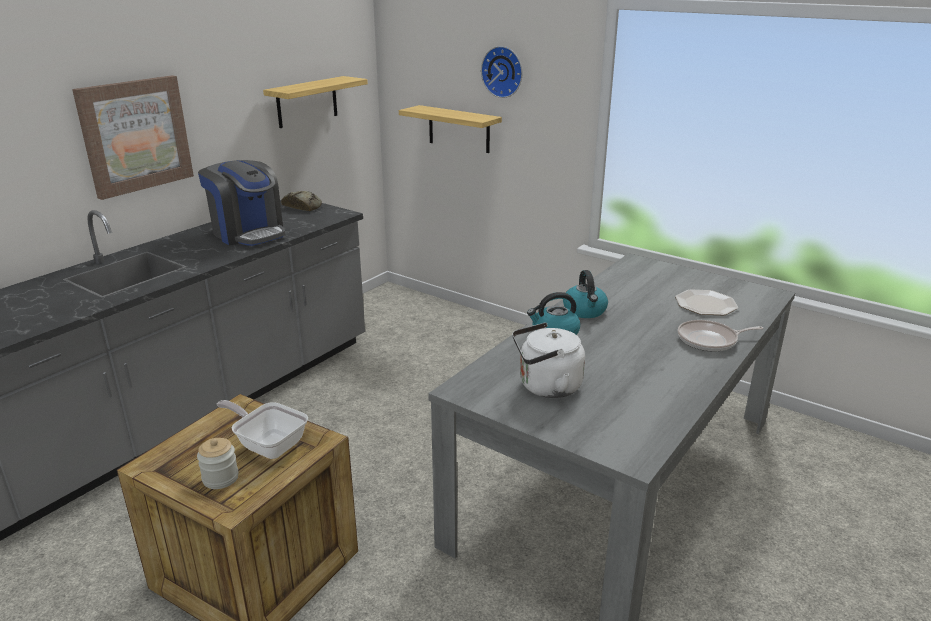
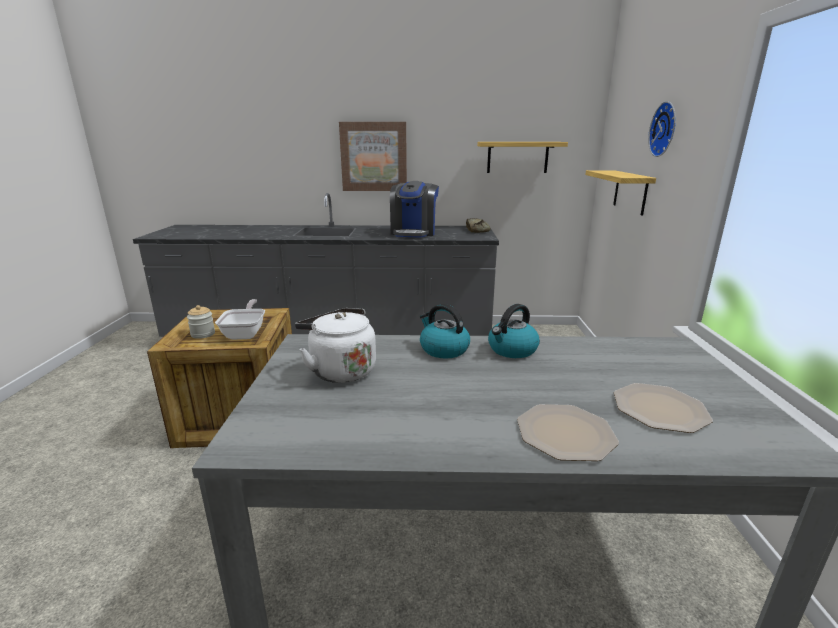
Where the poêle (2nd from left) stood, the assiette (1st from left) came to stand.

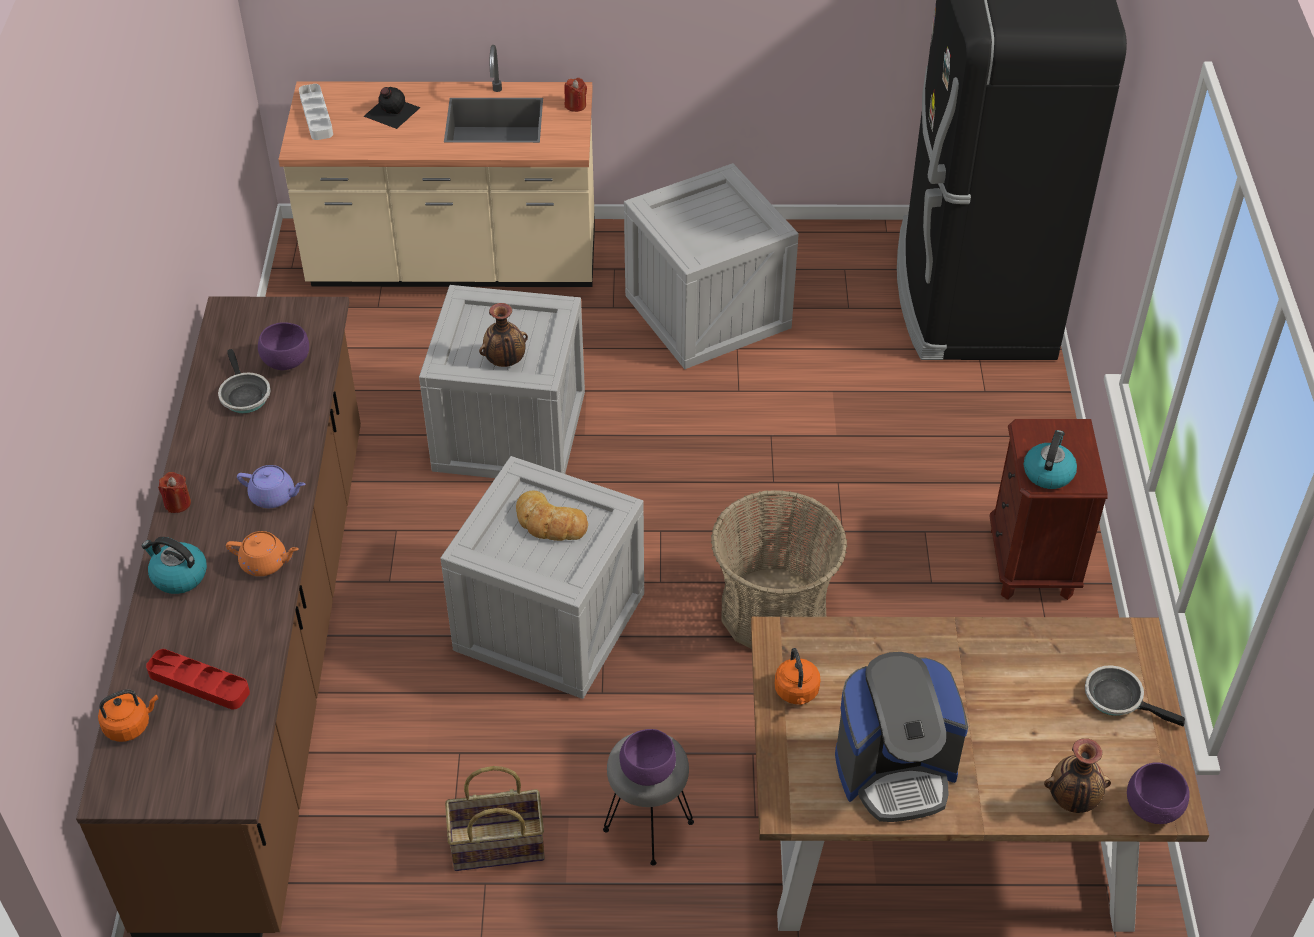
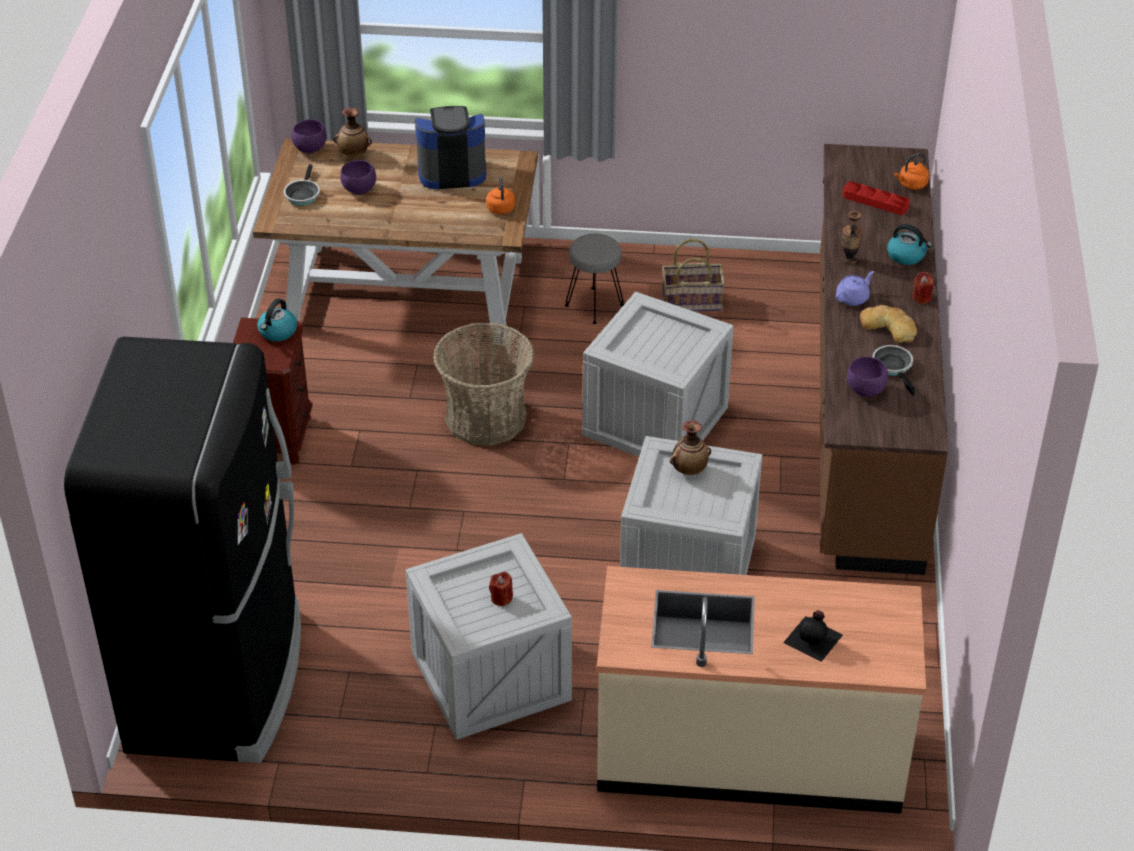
The bougie [rouge] (2nd from left in the first image) ended up elsewhere. The second view lost the plateau [blanc]. The théière [violet] ended up facing another way, 120 degrees clockwise from before. The pain ended up elsewhere. Where the théière [orange] stood, the vase (3rd from left) came to stand. The poêle (2nd from left in the first image) ended up facing another way, 60 degrees clockwise from before. The bol [violet] (2nd from left) ended up elsewhere.

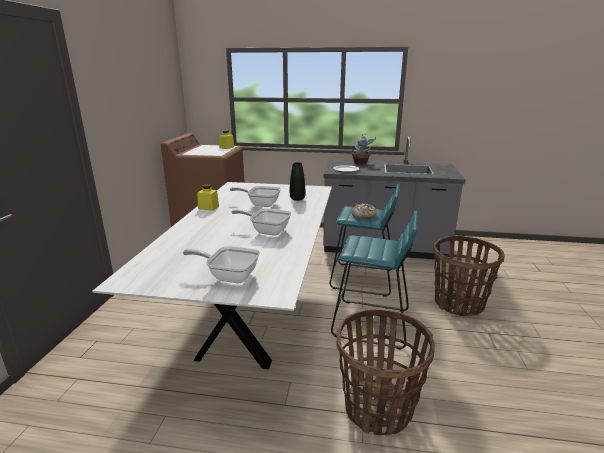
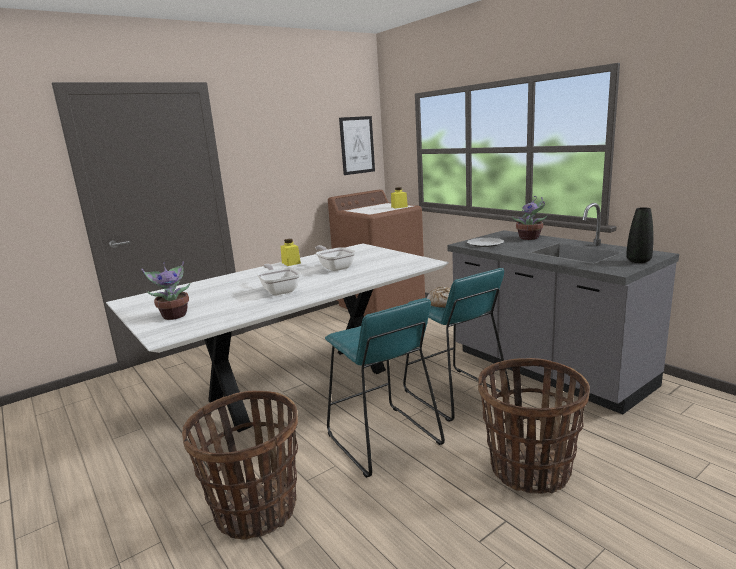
The vase [noir] ended up elsewhere. Where the poêle (1st from left) stood, the plante en pot (1st from left) came to stand. The second view gained the tableau.

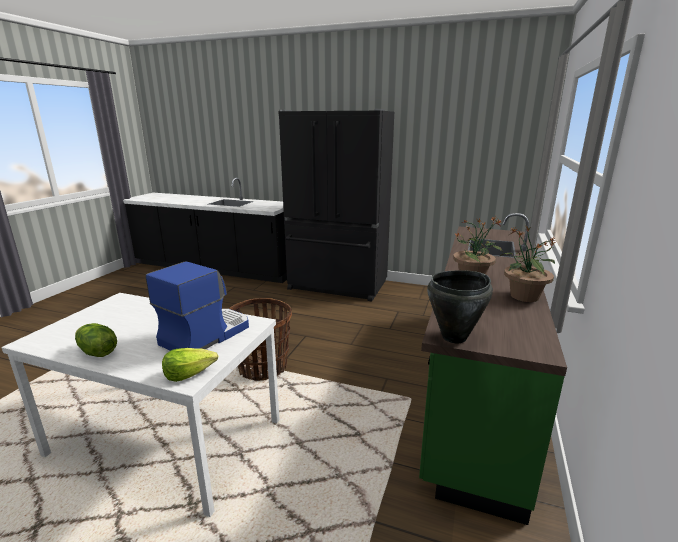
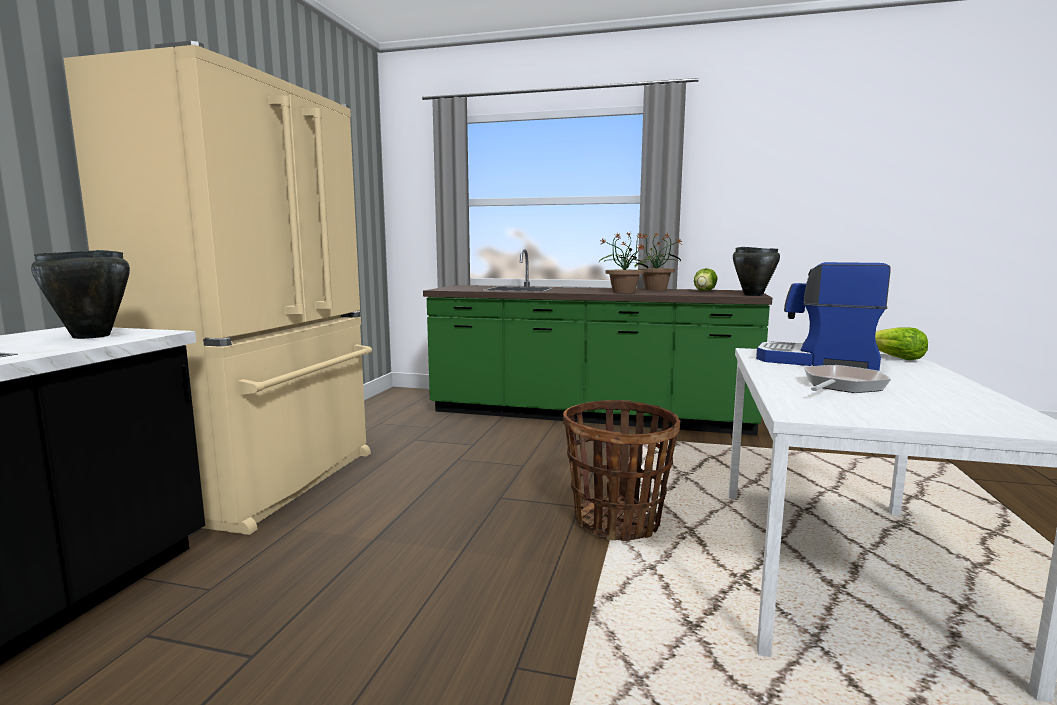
What was the réfrigérateur [noir] turned into the réfrigérateur [beige]. The laitue (1st from left) ended up elsewhere. The second view gained the marmite [noir] (1st from left). The second view gained the poêle.

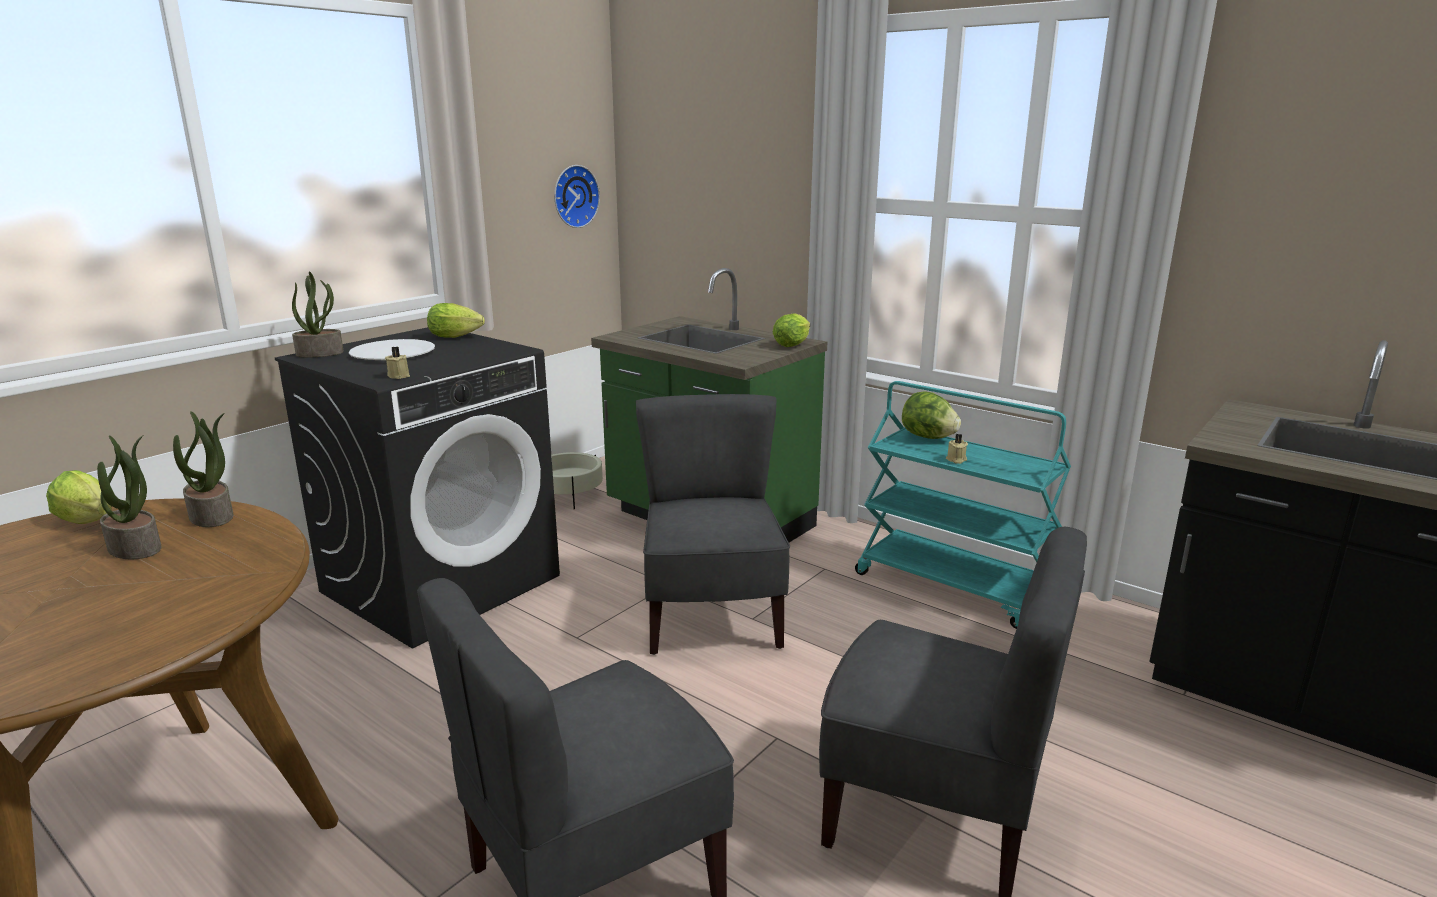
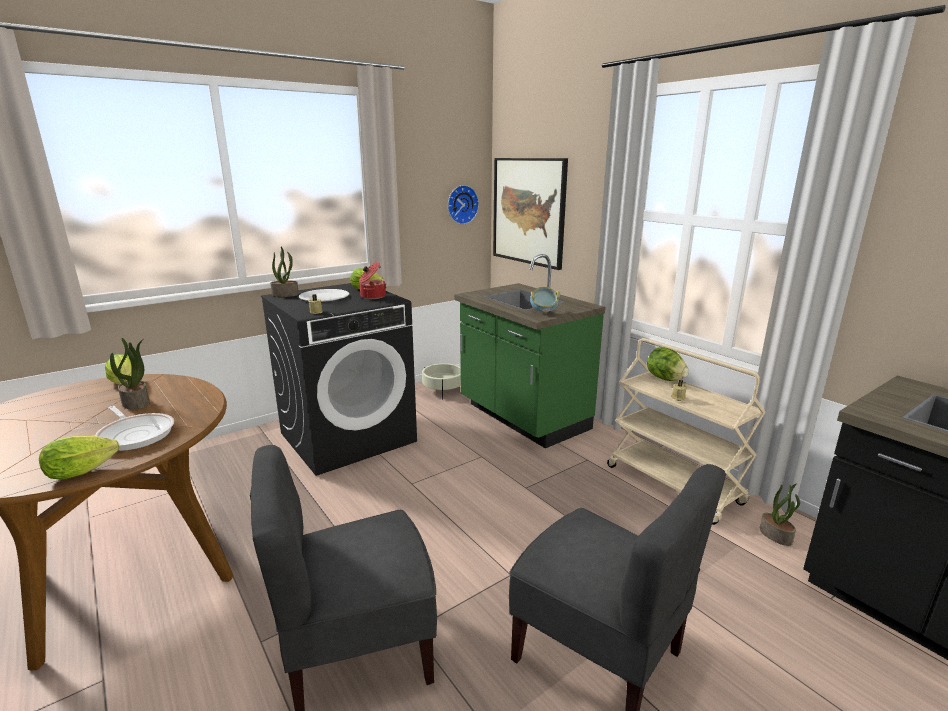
The laitue (3rd from left in the first image) ended up elsewhere. What was the chariot [turquoise] turned into the chariot [beige]. The second view lost the chaise [gris] (2nd from left). The plante en pot (2nd from left in the first image) ended up elsewhere. The second view gained the tableau. The second view gained the marmite. The second view gained the bol. The second view gained the poêle.

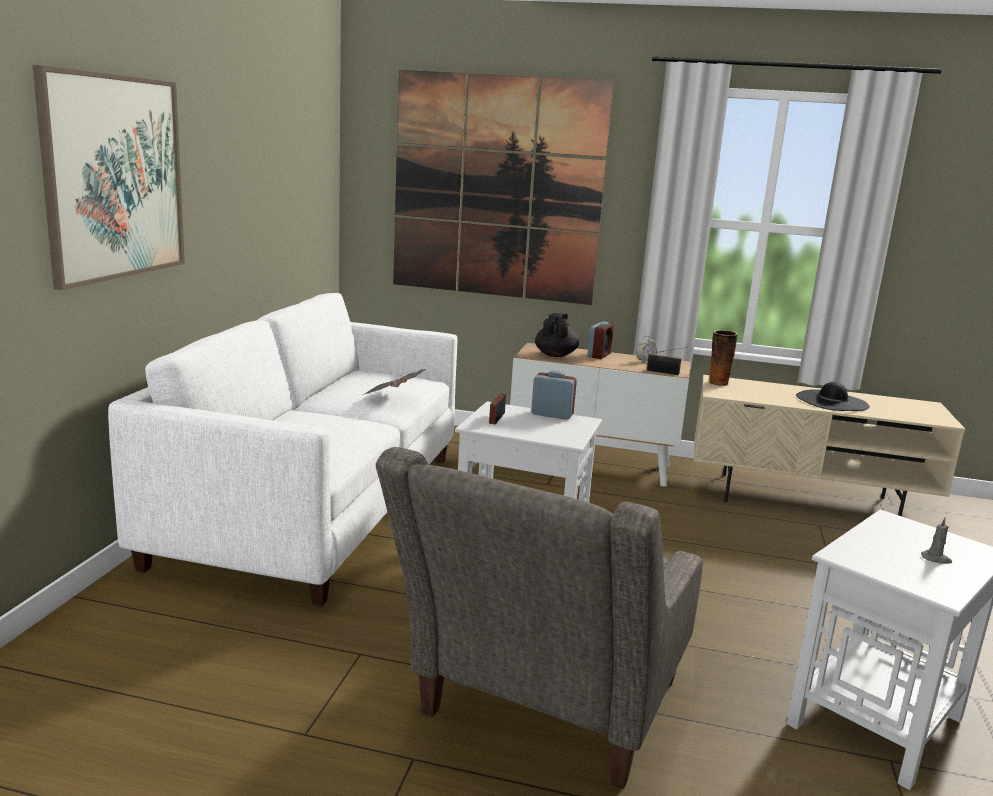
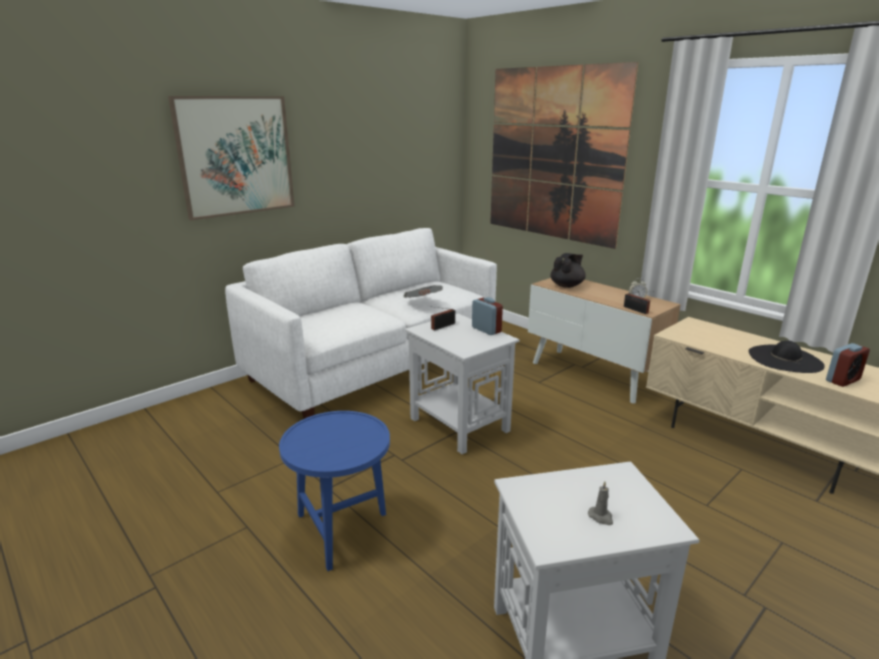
The réveil (2nd from left in the first image) ended up elsewhere. The second view lost the vase. Where the fauteuil [gris] stood, the table d'appoint [bleu] came to stand.

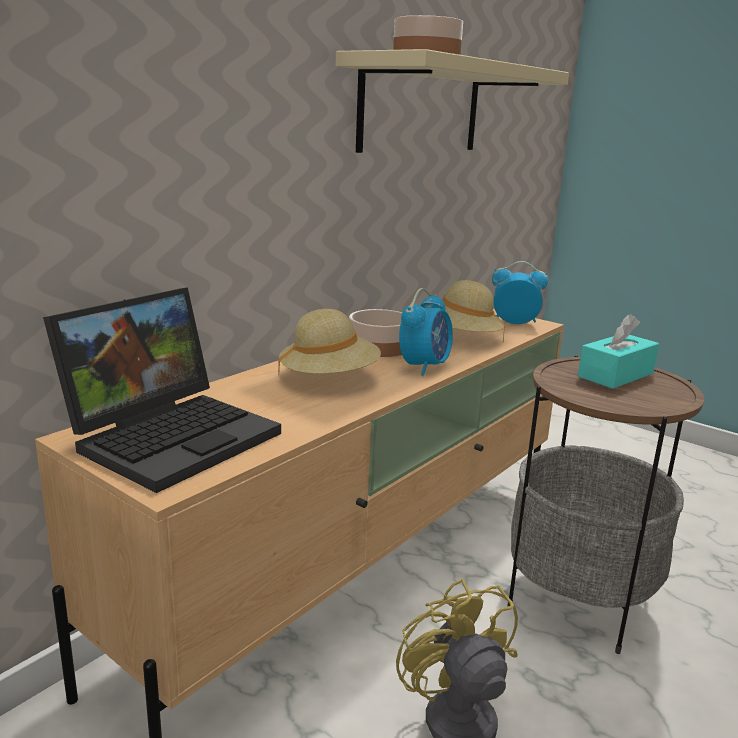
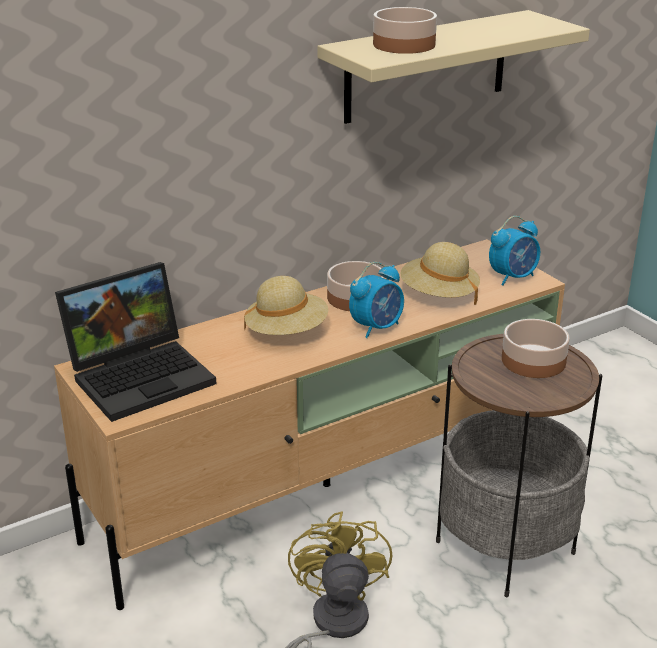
The réveil (2nd from left) ended up facing another way, 120 degrees clockwise from before. Where the boîte à mouchoirs [turquoise] stood, the bol (3rd from left) came to stand.

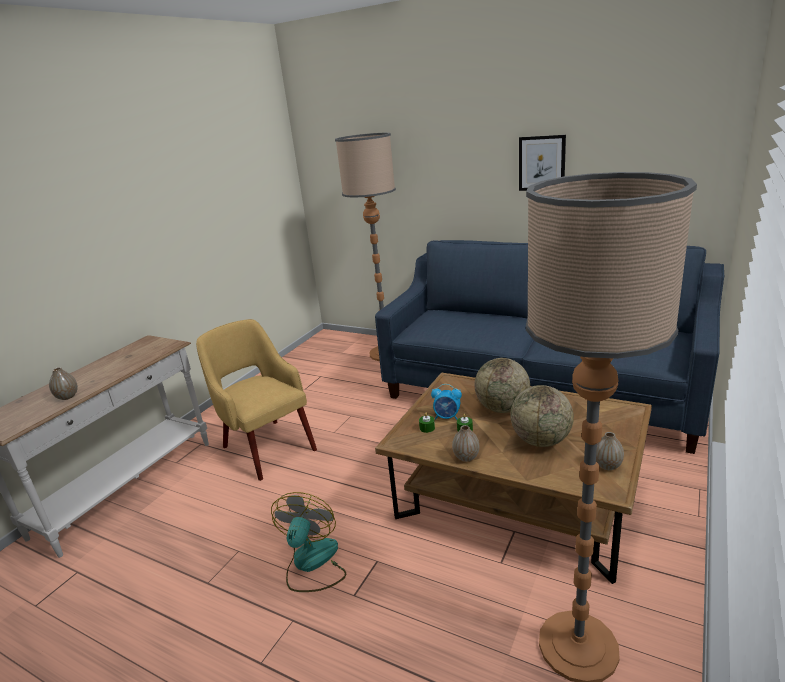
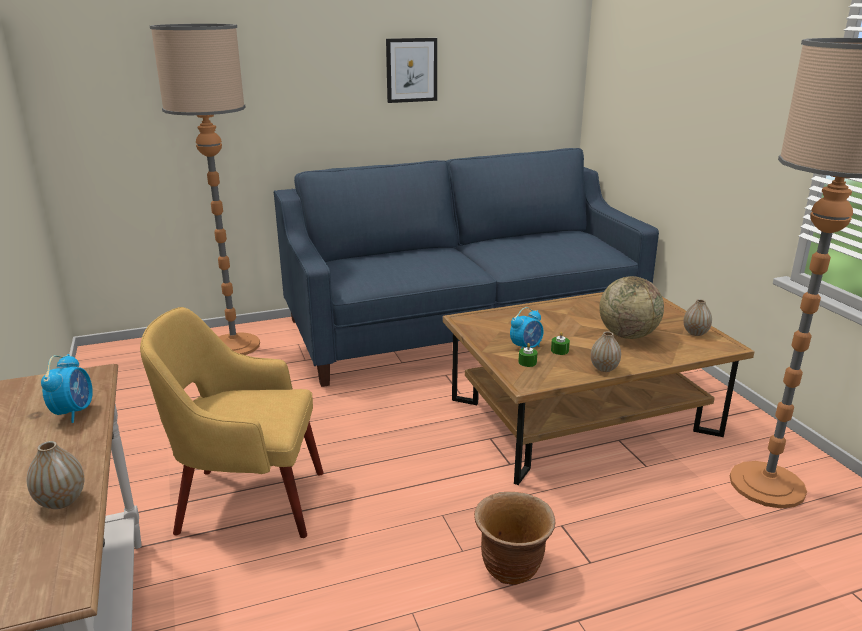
The second view lost the globe (1st from left). Where the ventilateur stood, the cache-pot [marron] came to stand. The second view gained the réveil (1st from left).

